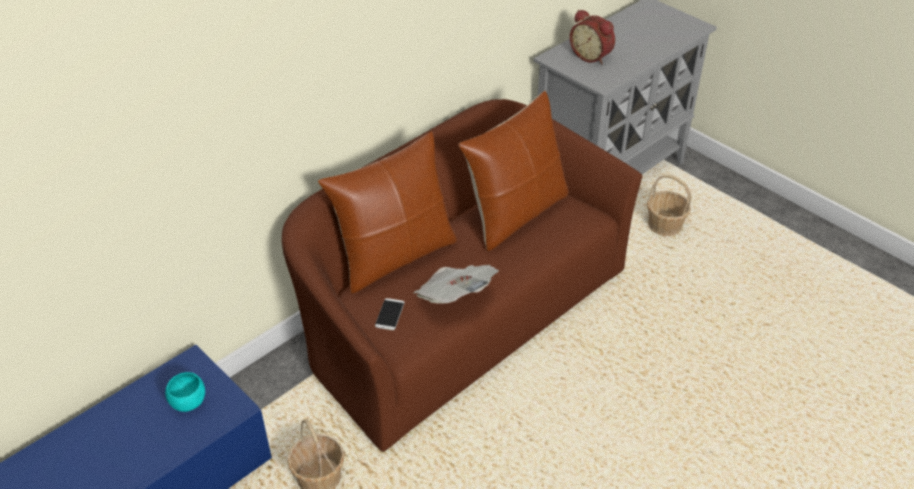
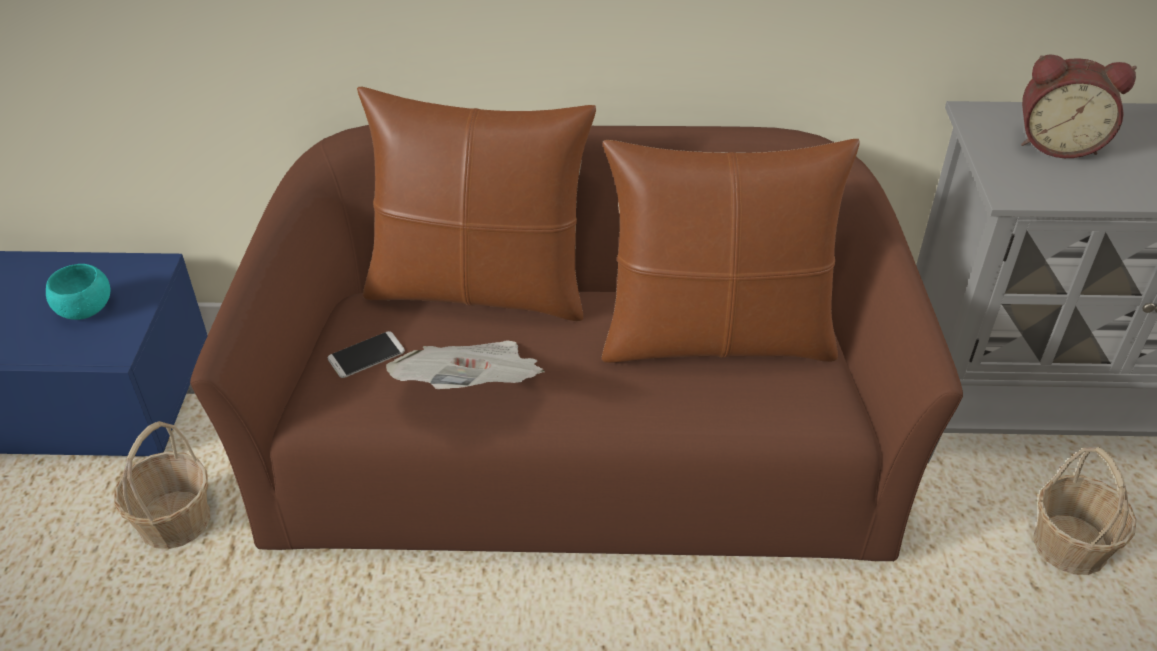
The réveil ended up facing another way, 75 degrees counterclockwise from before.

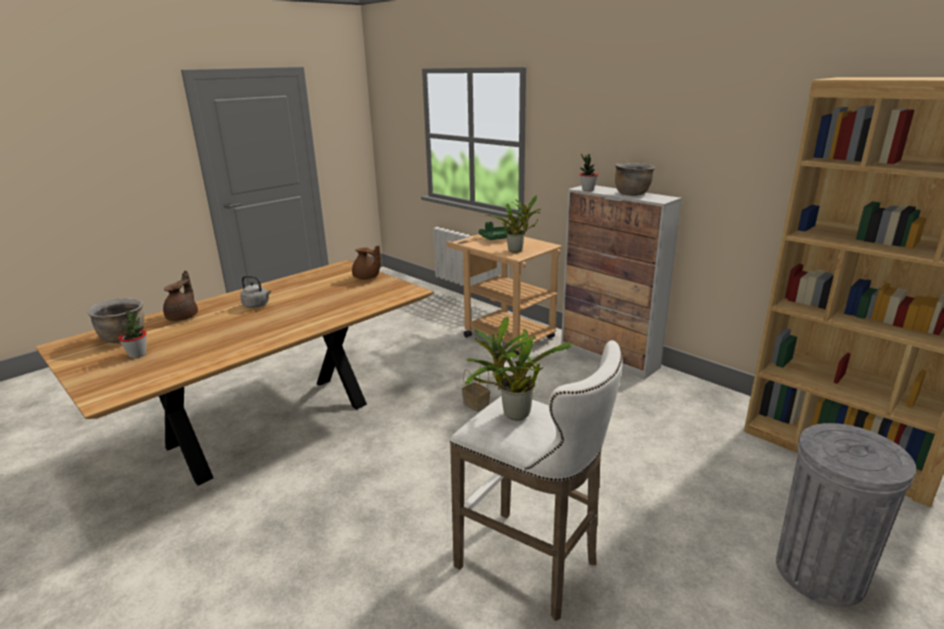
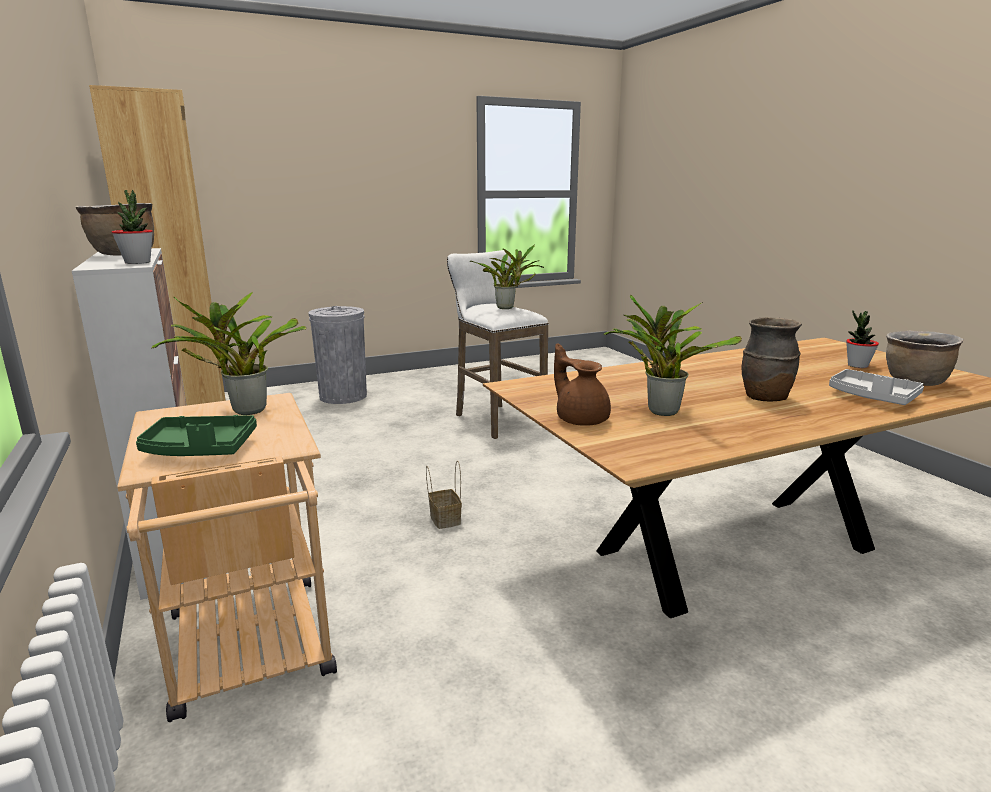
Where the théière [marron] (1st from left) stood, the plateau [gris] came to stand. Where the bouilloire [gris] stood, the vase [marron] came to stand. The second view gained the plante en pot (4th from left).

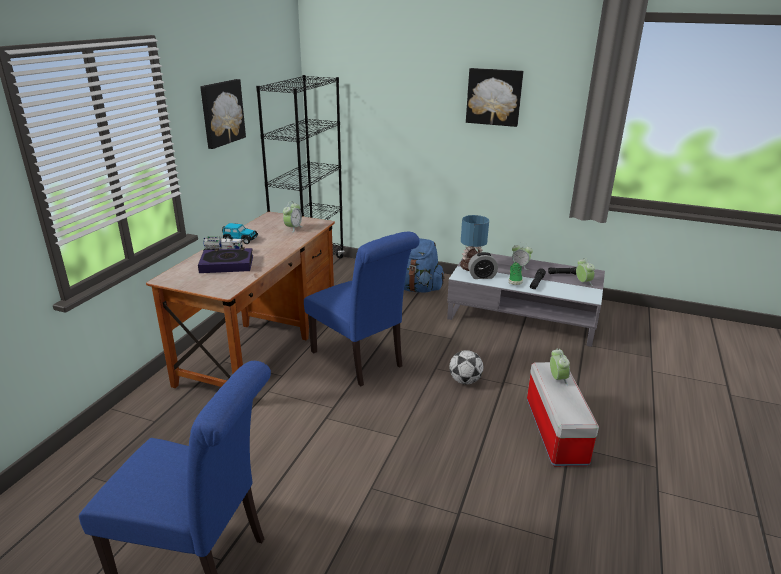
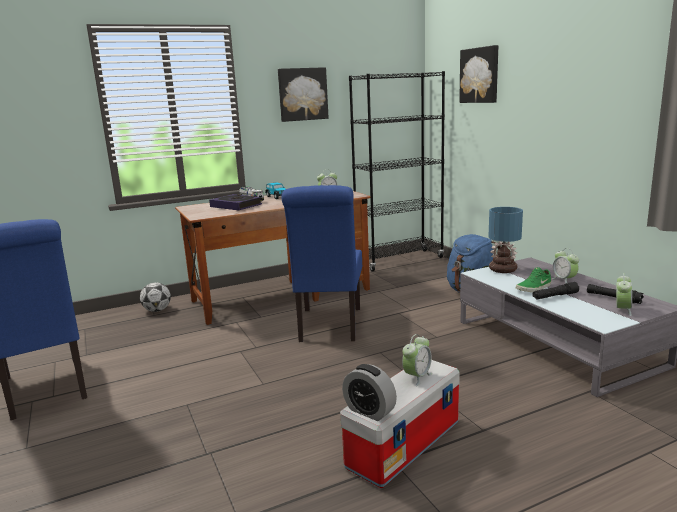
The tableau (2nd from left) ended up elsewhere. The réveil (2nd from left) ended up elsewhere. The ballon de foot ended up elsewhere.

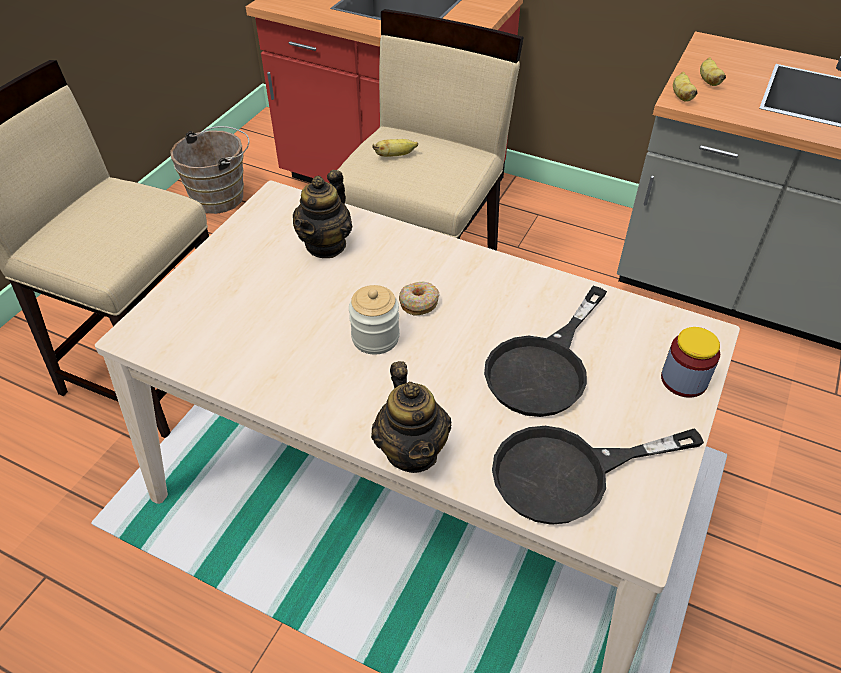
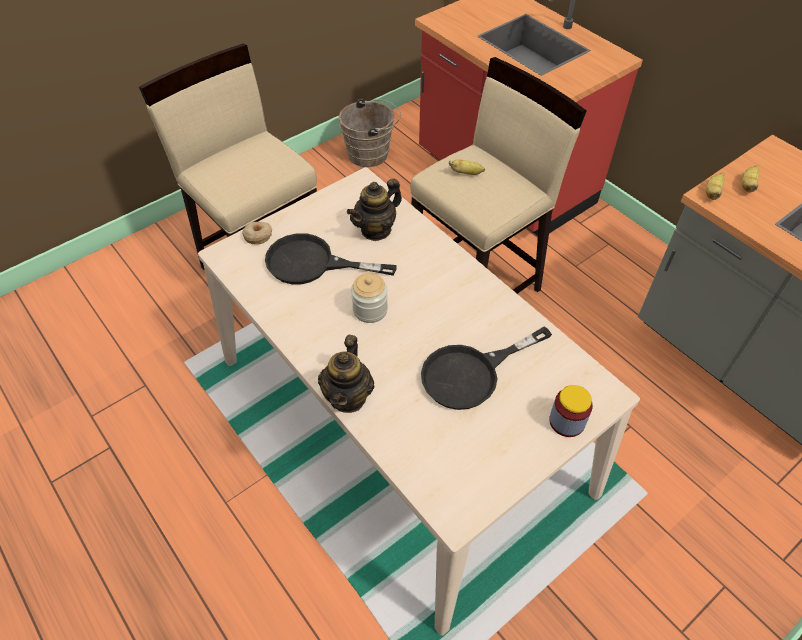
The beignet ended up elsewhere. The poêle [noir] (2nd from left in the first image) ended up elsewhere.

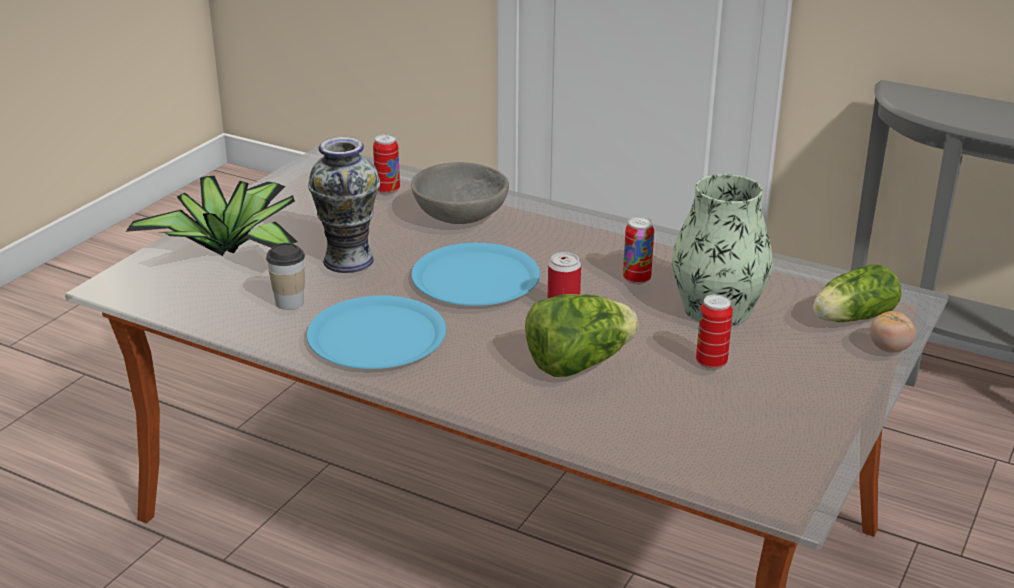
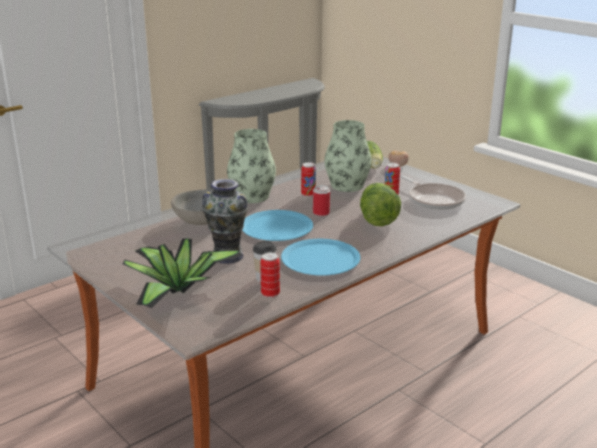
The boîte métallique (1st from left) ended up elsewhere. The second view gained the vase (2nd from left). The second view gained the poêle.

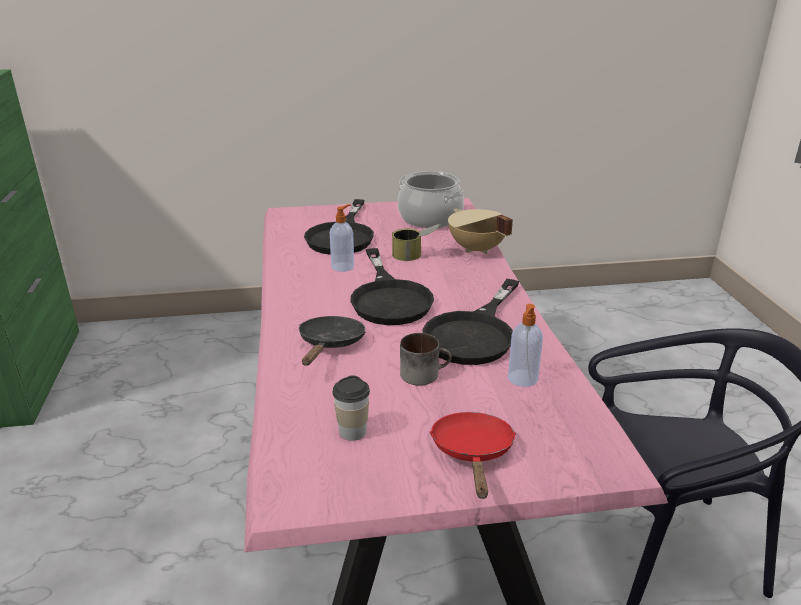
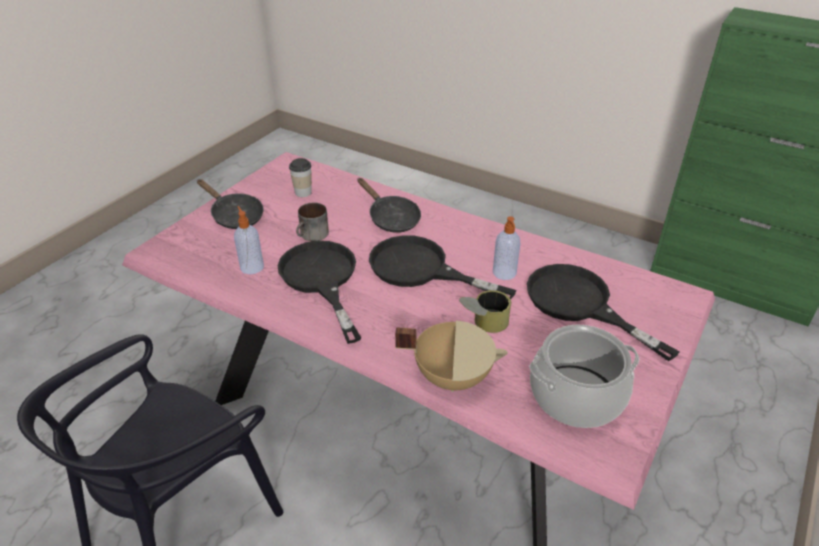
What was the poêle [rouge] turned into the poêle [noir] (1st from left).

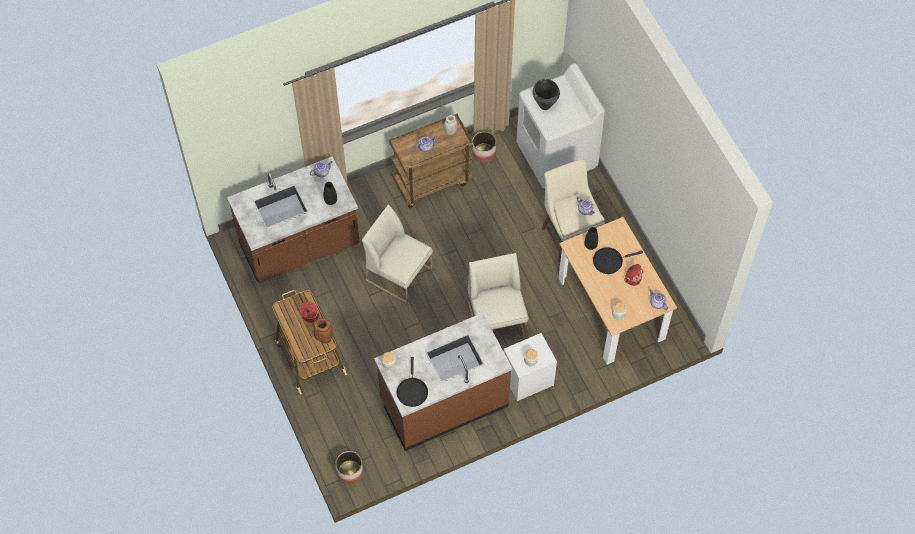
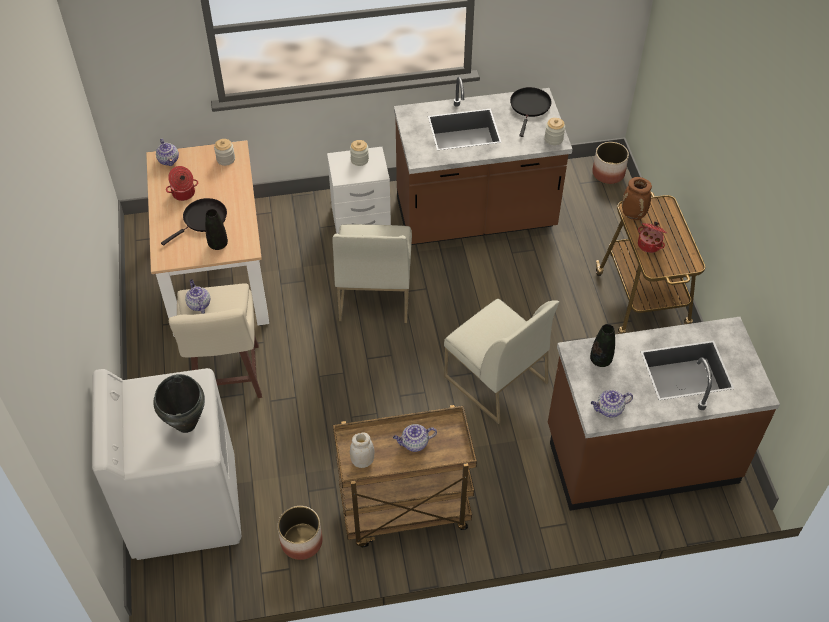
The poêle [noir] (2nd from left in the first image) ended up facing another way, 45 degrees counterclockwise from before.

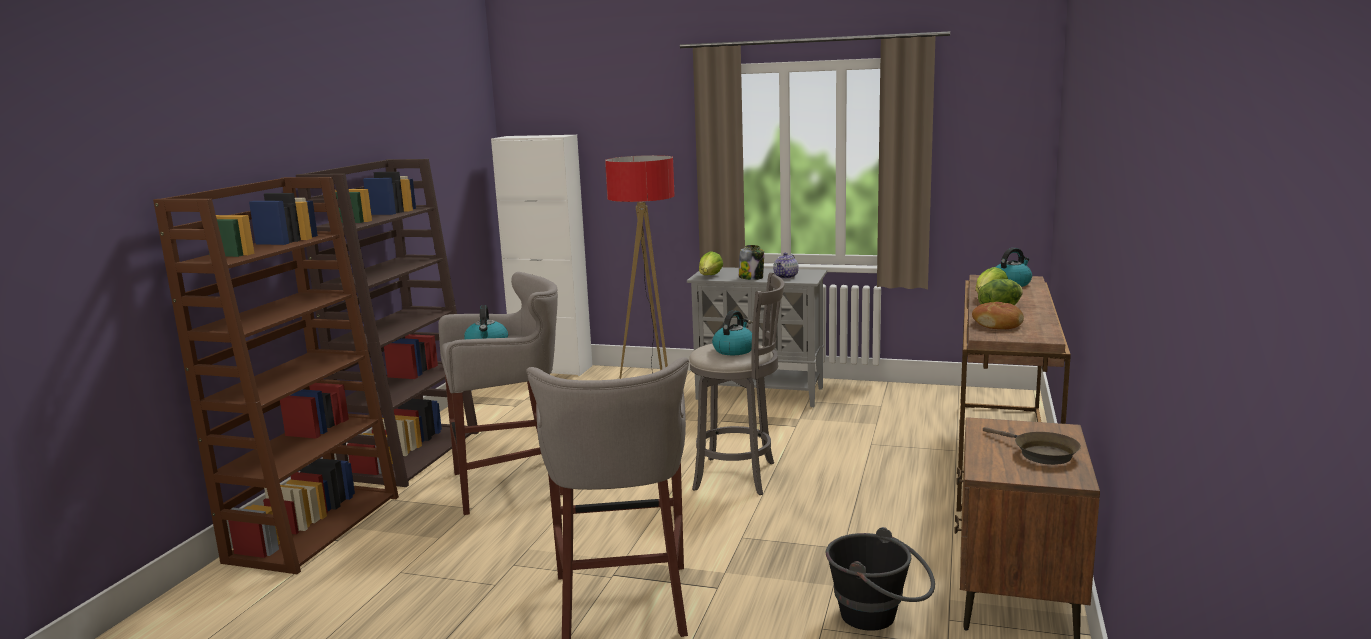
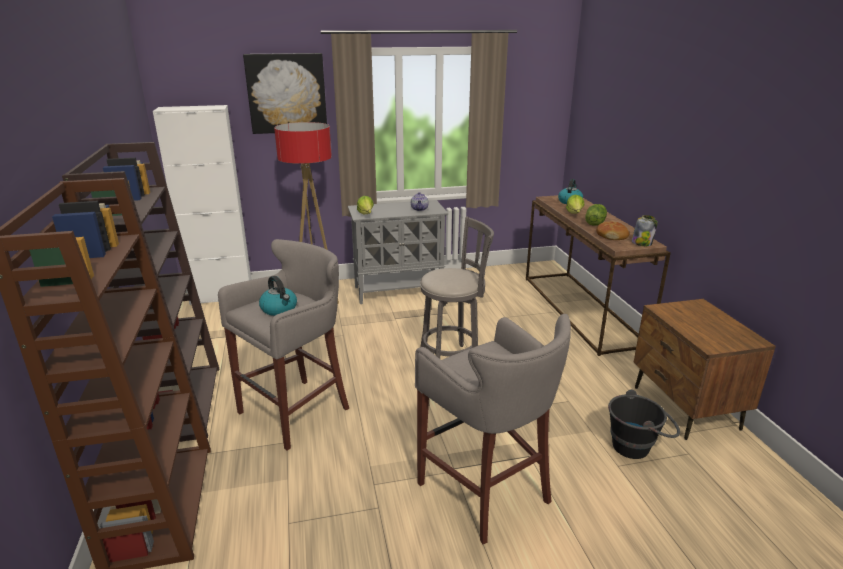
The bocal ended up elsewhere. The second view lost the bouilloire (2nd from left). The second view lost the poêle [marron]. The second view gained the tableau.

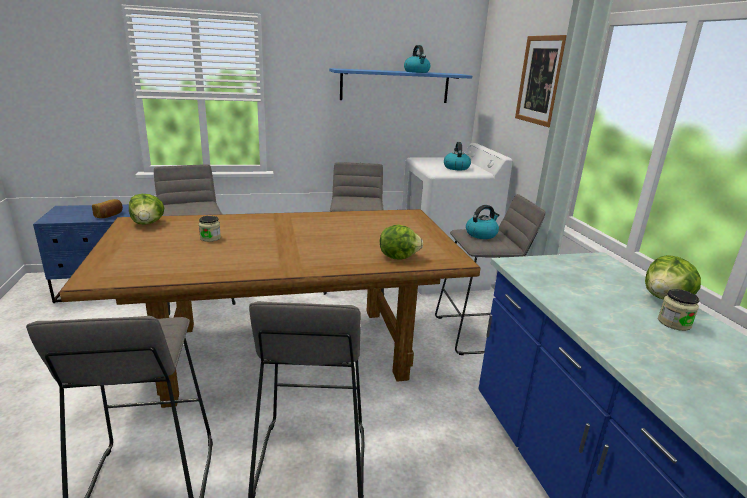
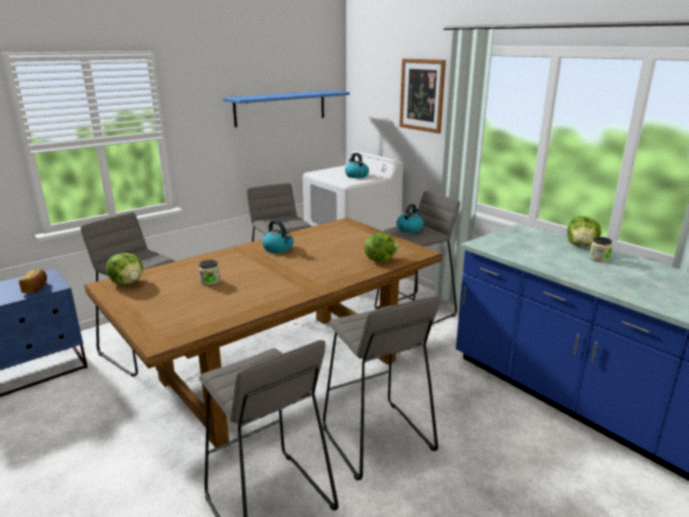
The bouilloire (1st from left) ended up elsewhere.

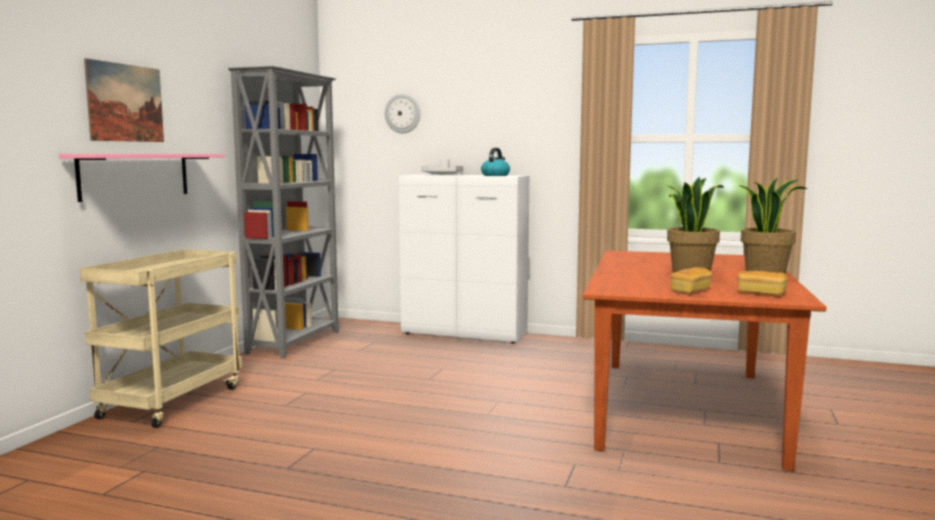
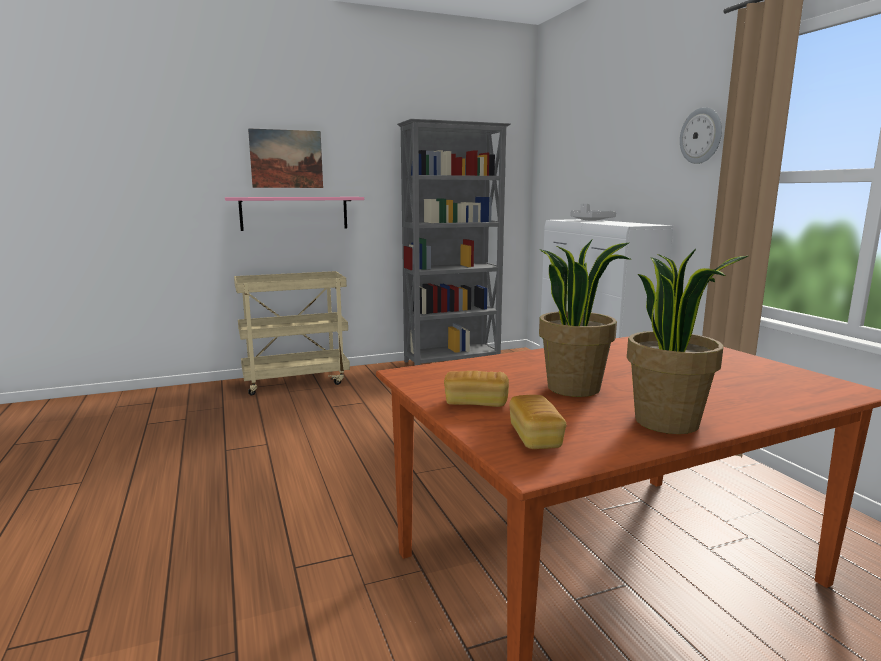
The horloge murale ended up elsewhere. The second view lost the bouilloire.

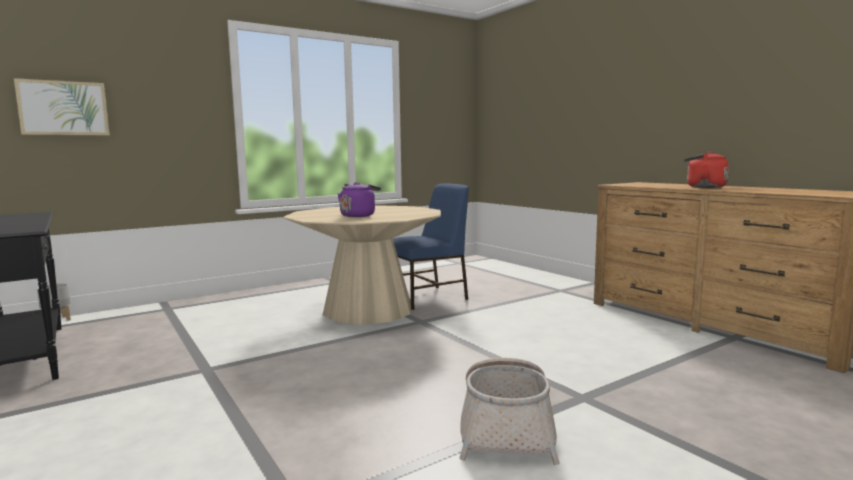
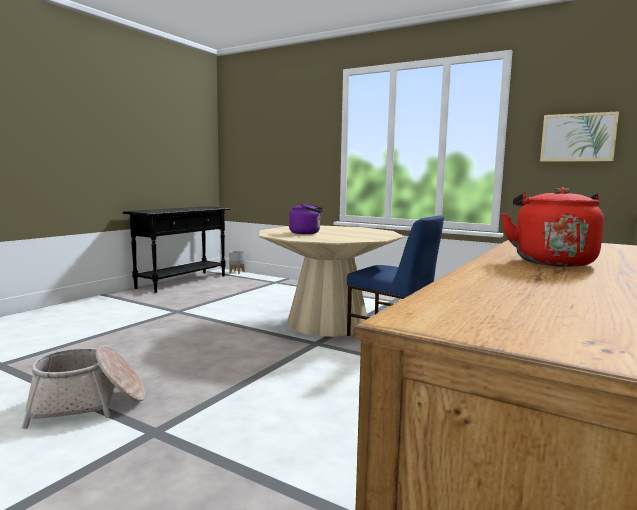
The tableau ended up elsewhere.

